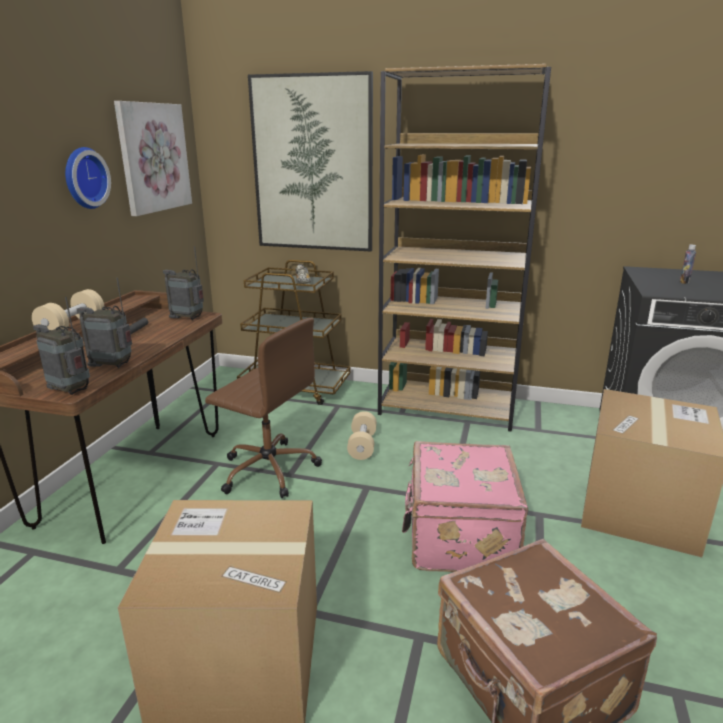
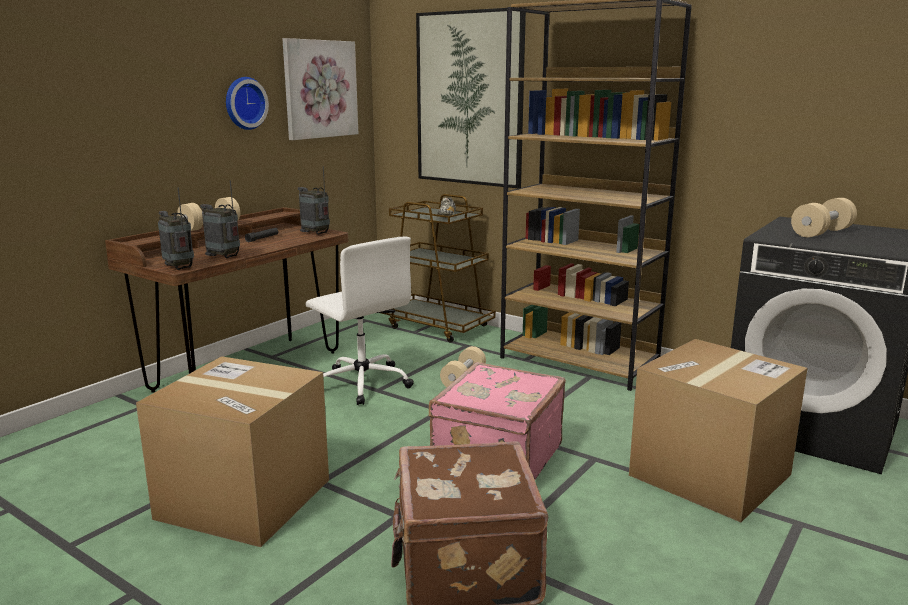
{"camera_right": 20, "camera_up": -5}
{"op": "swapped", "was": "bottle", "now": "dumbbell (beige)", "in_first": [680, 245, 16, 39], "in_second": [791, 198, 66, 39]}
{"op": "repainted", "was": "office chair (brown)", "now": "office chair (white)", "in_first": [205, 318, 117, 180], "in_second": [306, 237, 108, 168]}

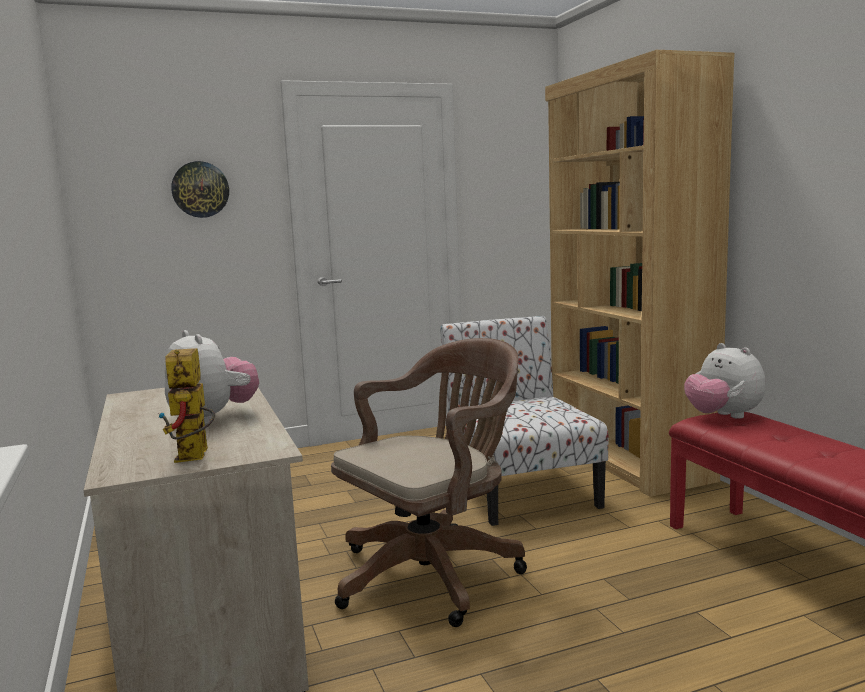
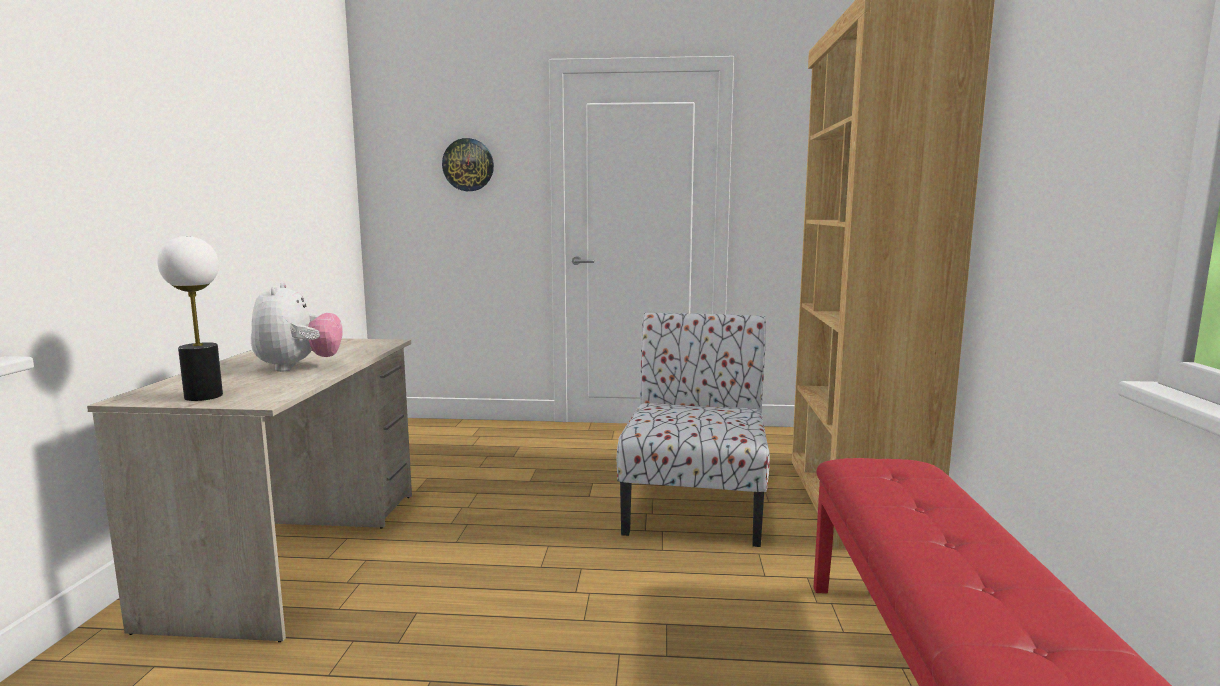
{"camera_right": 25, "camera_up": 0}
{"op": "gone", "was": "office chair (brown)", "in_first": [331, 338, 196, 289]}
{"op": "gone", "was": "plush toy", "in_first": [684, 343, 82, 76]}
{"op": "swapped", "was": "toy robot", "now": "table lamp", "in_first": [158, 348, 57, 115], "in_second": [158, 236, 65, 165]}

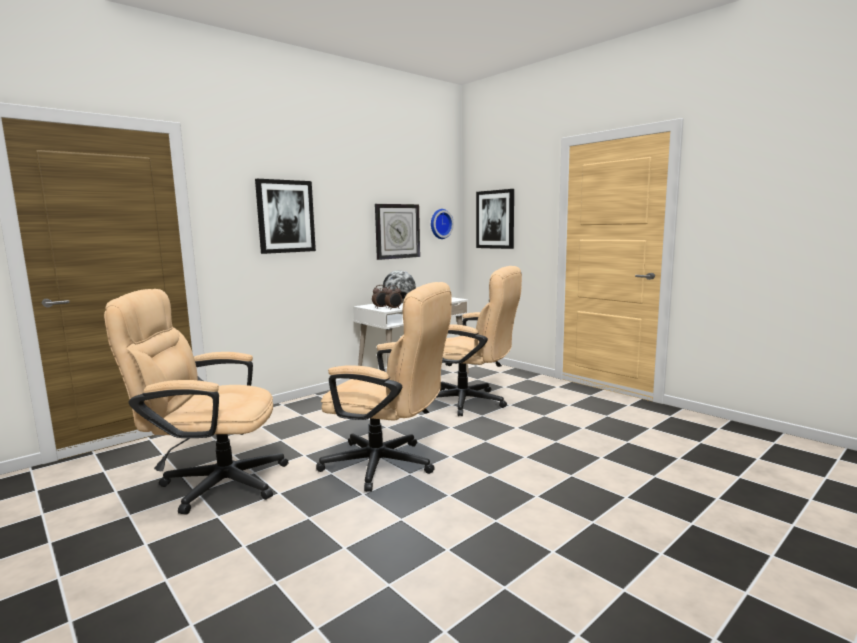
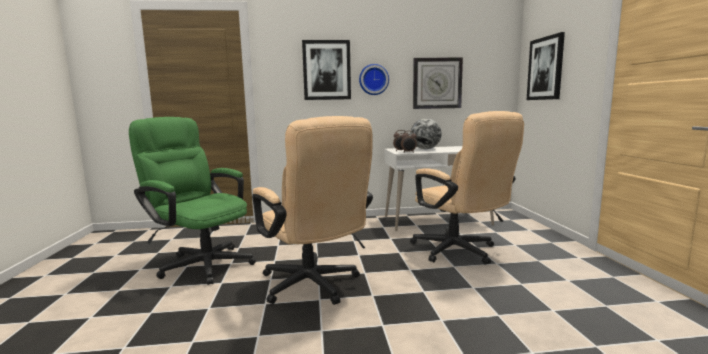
{"camera_right": 35, "camera_up": 0}
{"op": "shifted", "was": "wall clock", "in_first": [431, 209, 23, 30], "in_second": [359, 64, 30, 31]}
{"op": "repainted", "was": "office chair (beige)", "now": "office chair (green)", "in_first": [104, 289, 185, 226], "in_second": [129, 117, 127, 168]}

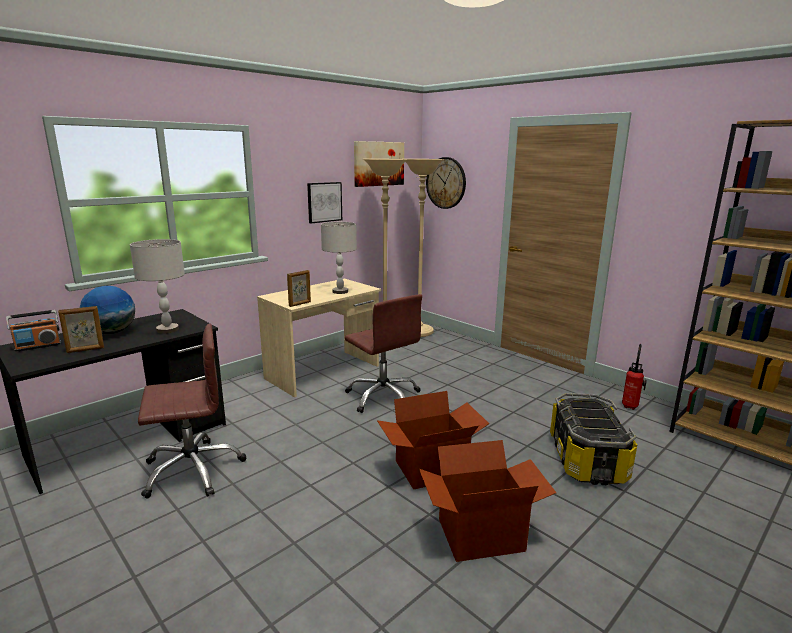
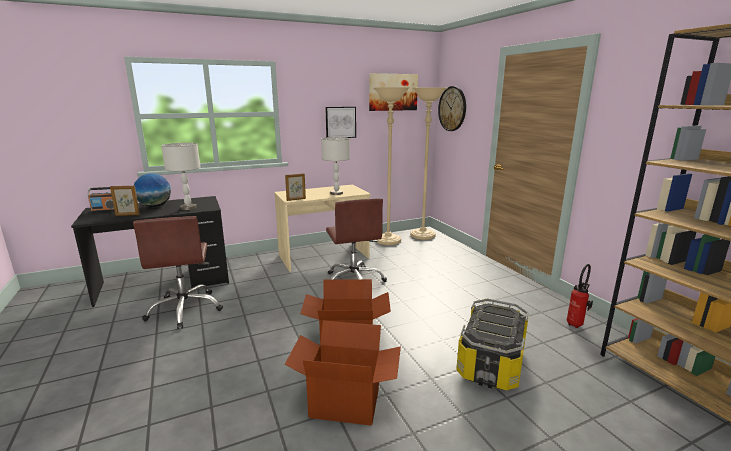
{"camera_right": 20, "camera_up": 0}
{"op": "rotated", "was": "office chair (brown)", "in_first": [138, 324, 108, 175], "in_second": [133, 216, 90, 113], "clockwise": 75}

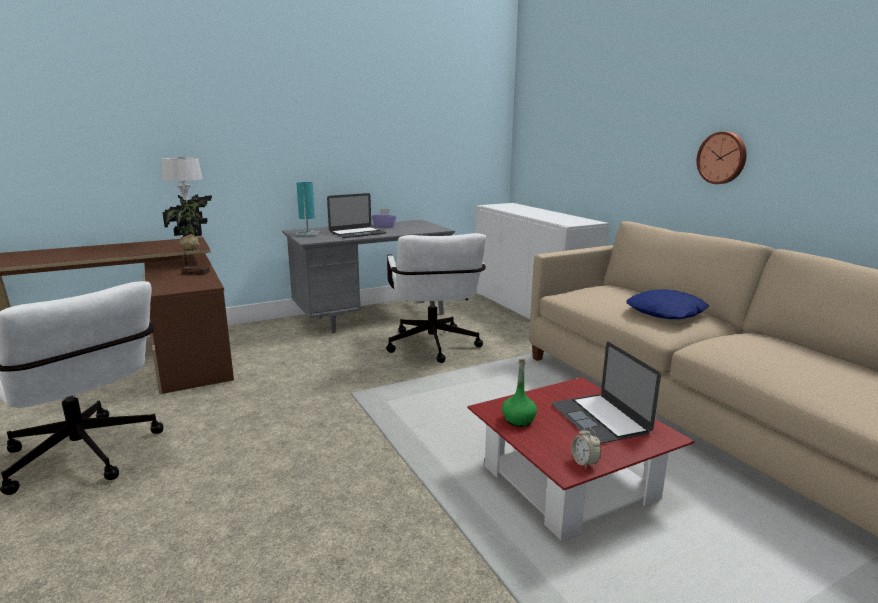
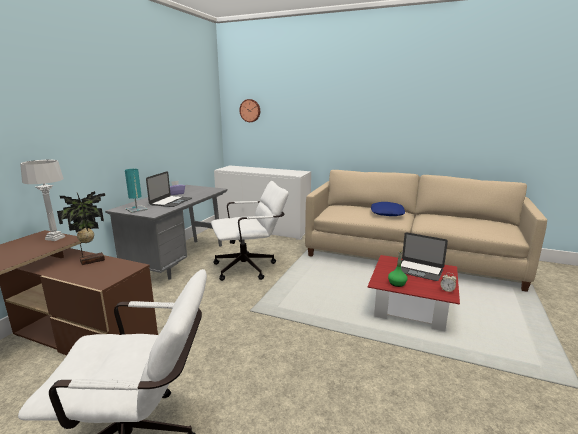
{"camera_right": -40, "camera_up": 0}
{"op": "shifted", "was": "wall clock", "in_first": [697, 132, 50, 52], "in_second": [239, 99, 21, 23]}
{"op": "rotated", "was": "office chair (white)", "in_first": [386, 233, 100, 130], "in_second": [211, 181, 78, 100], "clockwise": -60}

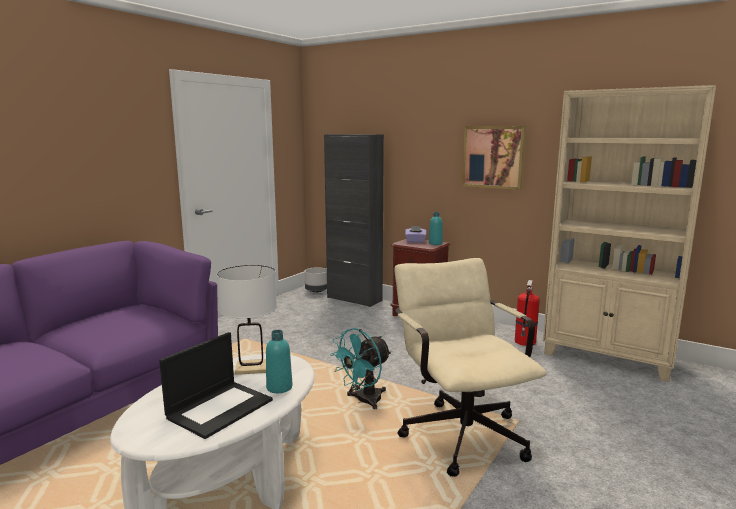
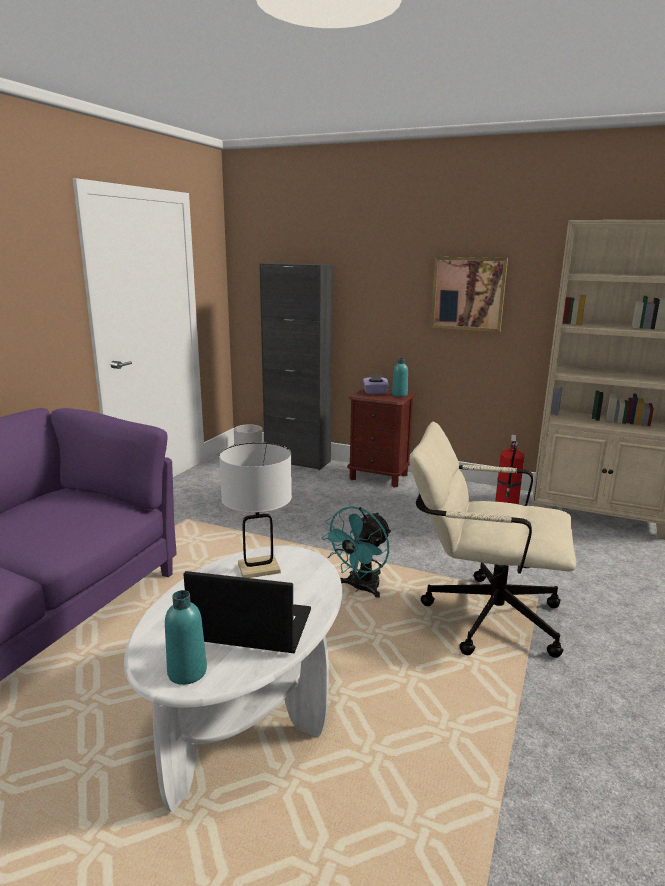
{"camera_right": -10, "camera_up": 5}
{"op": "rotated", "was": "office chair (beige)", "in_first": [394, 258, 153, 219], "in_second": [409, 422, 167, 236], "clockwise": -45}
{"op": "shifted", "was": "bottle (turquoise)", "in_first": [266, 330, 26, 63], "in_second": [165, 590, 42, 95]}
{"op": "rotated", "was": "laptop", "in_first": [159, 332, 114, 107], "in_second": [184, 571, 127, 82], "clockwise": -105}

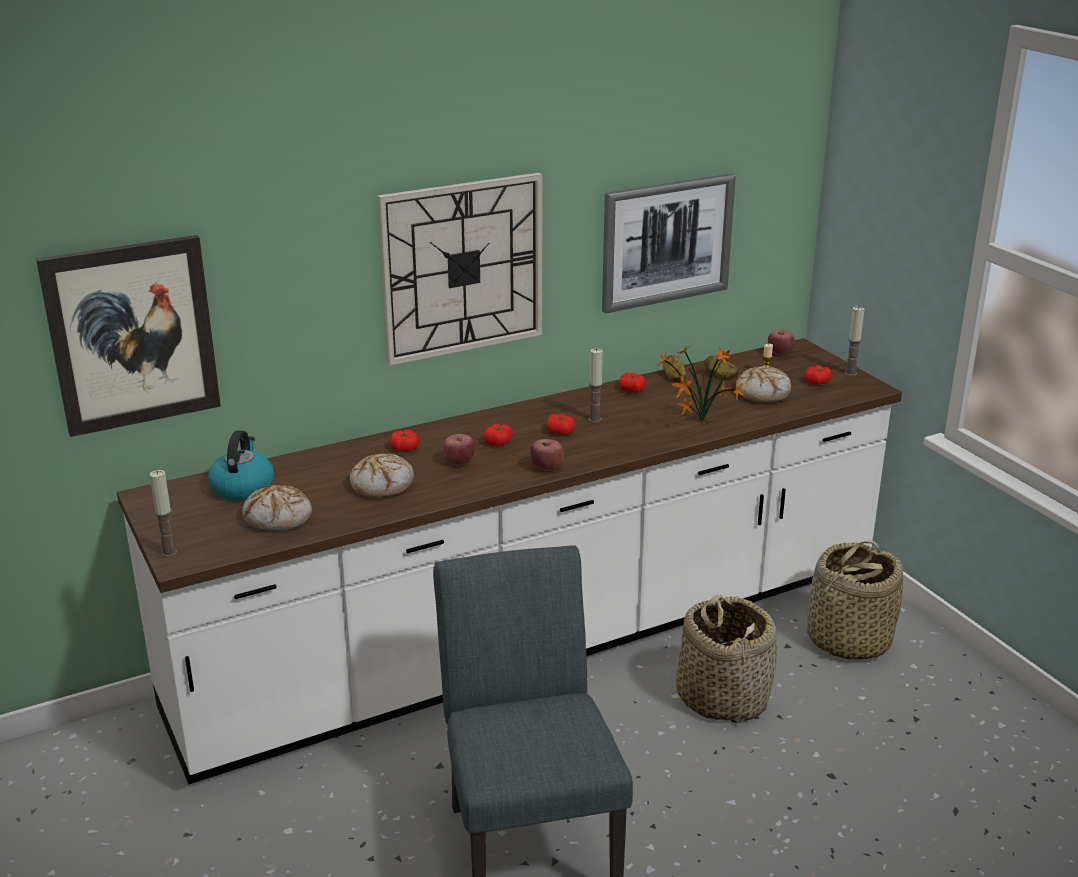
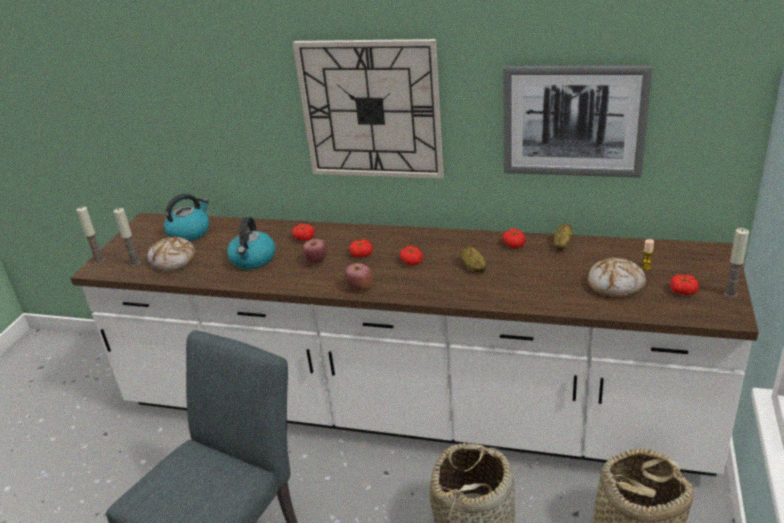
{"camera_right": 45, "camera_up": 5}
{"op": "gone", "was": "picture", "in_first": [36, 235, 185, 202]}
{"op": "gone", "was": "apple", "in_first": [768, 330, 27, 25]}
{"op": "gone", "was": "potted plant", "in_first": [657, 346, 86, 75]}
{"op": "shifted", "was": "candle", "in_first": [588, 348, 15, 75], "in_second": [113, 208, 28, 58]}
{"op": "shifted", "was": "potato", "in_first": [704, 355, 34, 24], "in_second": [461, 246, 26, 27]}
{"op": "swapped", "was": "bread", "now": "kettle", "in_first": [350, 453, 64, 45], "in_second": [227, 217, 49, 52]}

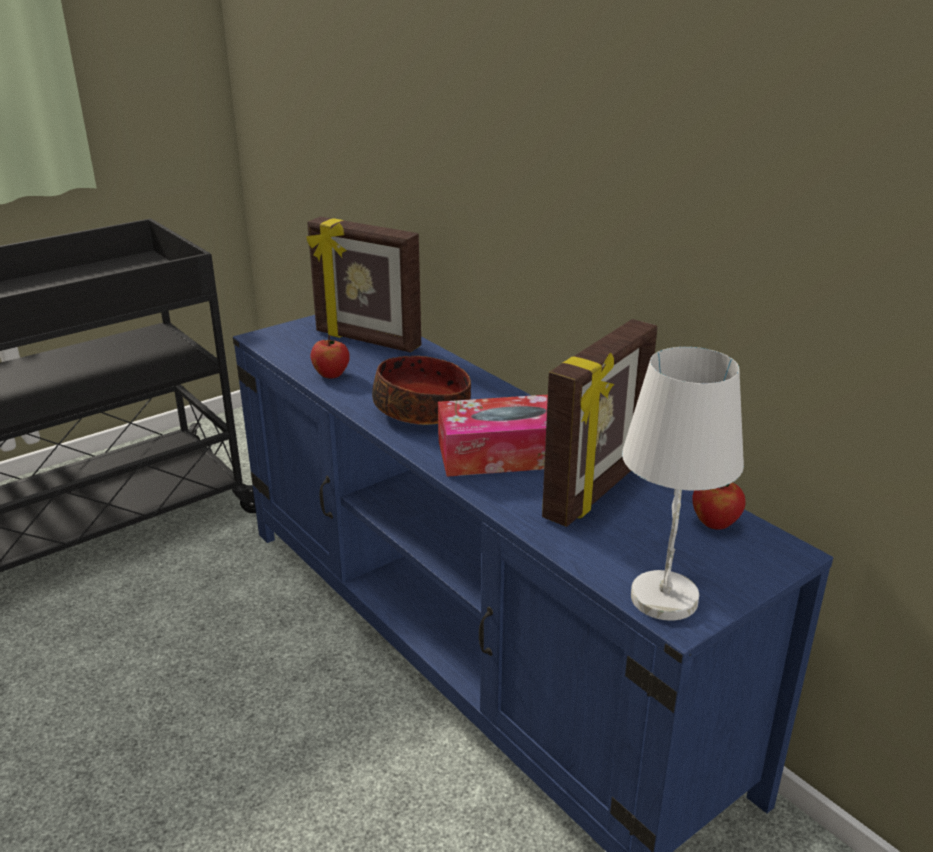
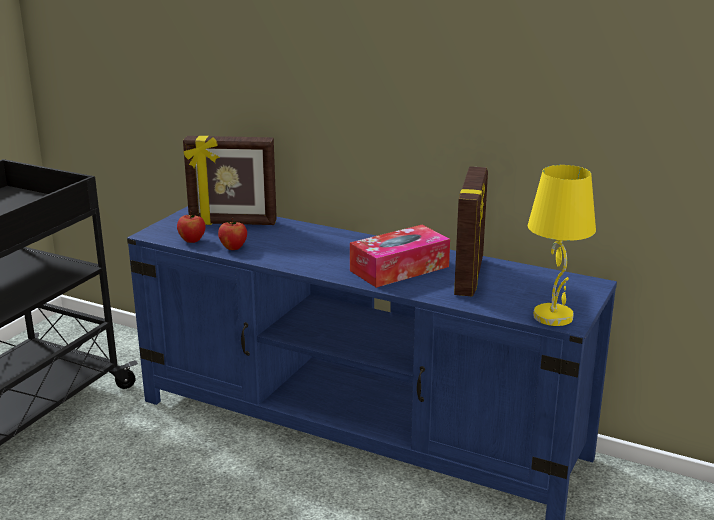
{"camera_right": -25, "camera_up": -5}
{"op": "repainted", "was": "table lamp (white)", "now": "table lamp (yellow)", "in_first": [622, 347, 122, 274], "in_second": [528, 165, 68, 161]}
{"op": "gone", "was": "bowl", "in_first": [372, 356, 99, 69]}
{"op": "shifted", "was": "apple", "in_first": [692, 482, 54, 48], "in_second": [177, 211, 29, 32]}

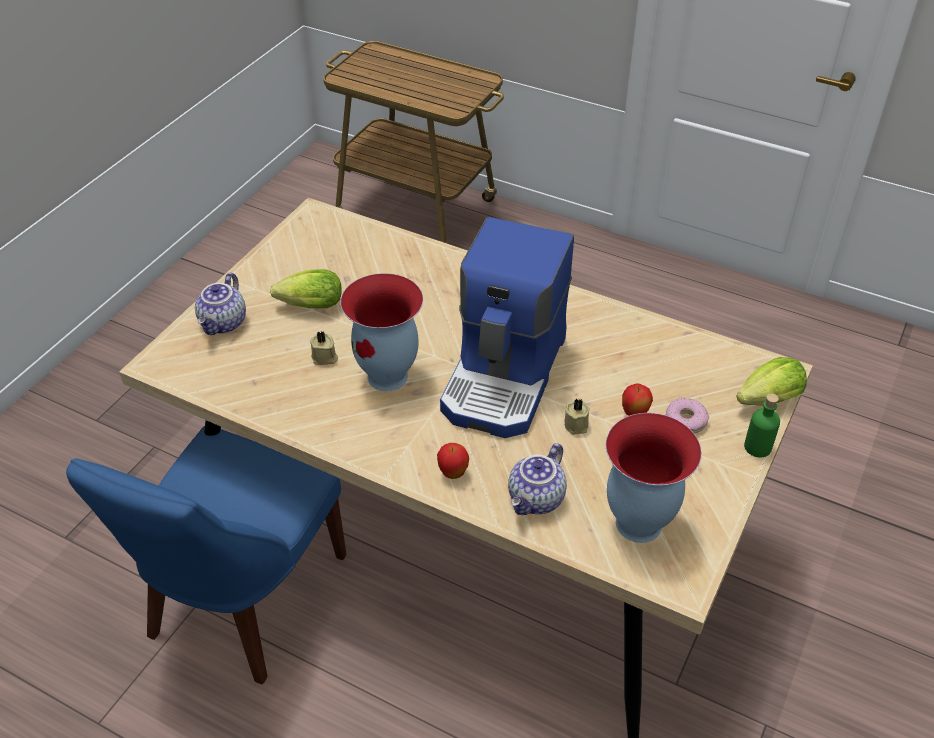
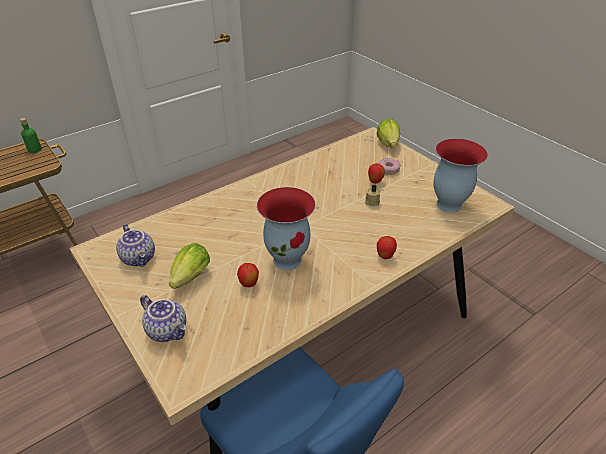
{"camera_right": -65, "camera_up": -5}
{"op": "gone", "was": "coffee machine", "in_first": [440, 217, 134, 221]}
{"op": "swapped", "was": "candle (beige)", "now": "apple", "in_first": [310, 331, 28, 34], "in_second": [237, 263, 22, 24]}
{"op": "shifted", "was": "bottle (green)", "in_first": [744, 393, 36, 65], "in_second": [20, 118, 22, 35]}
{"op": "shifted", "was": "teapot", "in_first": [508, 443, 59, 72], "in_second": [116, 224, 39, 43]}

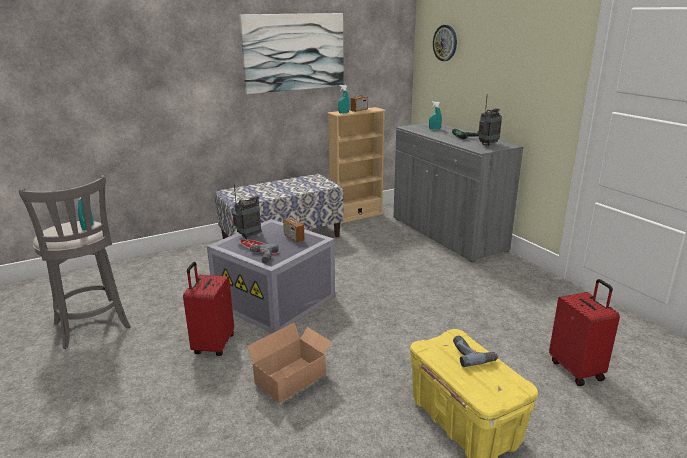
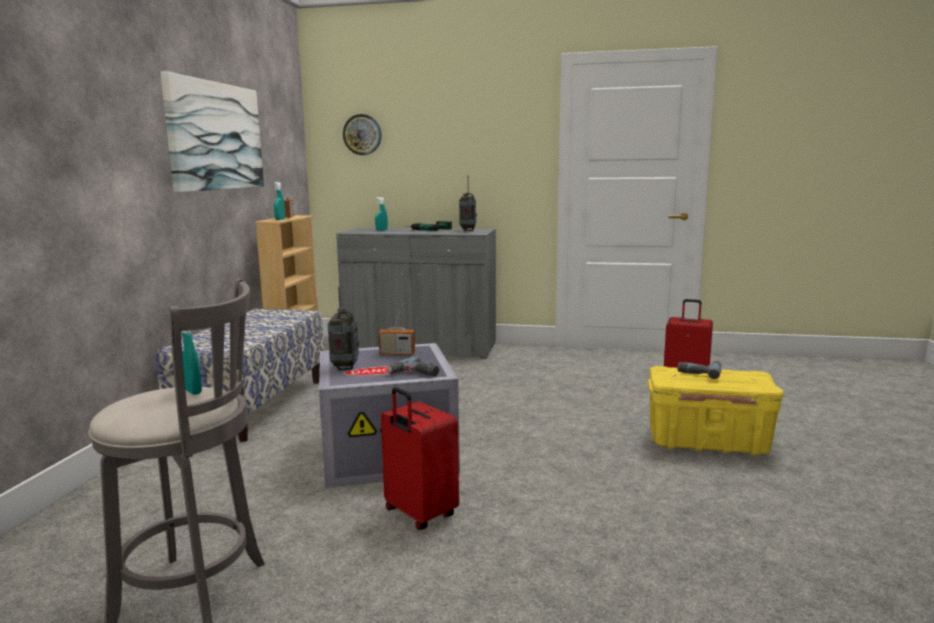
{"camera_right": -50, "camera_up": -10}
{"op": "gone", "was": "cardboard box", "in_first": [246, 322, 86, 81]}

